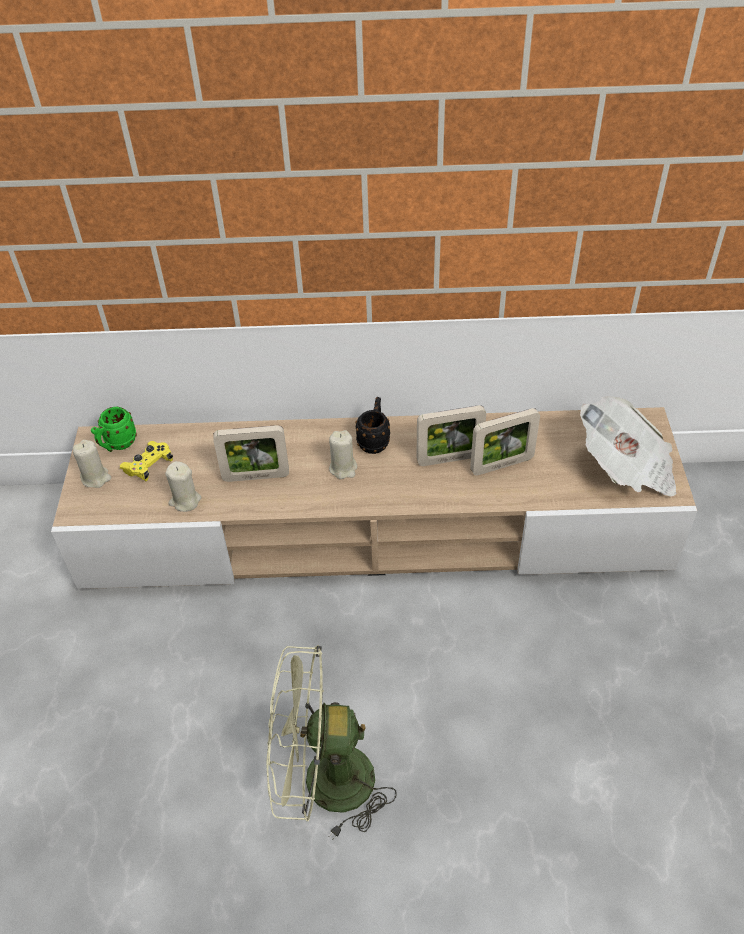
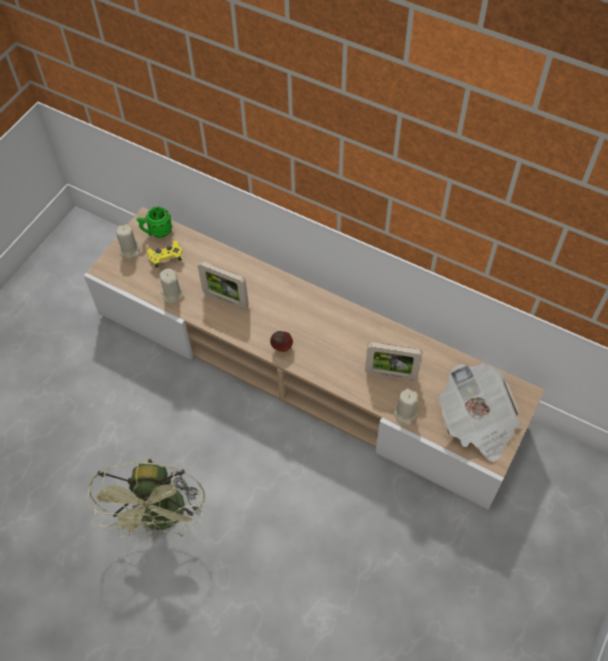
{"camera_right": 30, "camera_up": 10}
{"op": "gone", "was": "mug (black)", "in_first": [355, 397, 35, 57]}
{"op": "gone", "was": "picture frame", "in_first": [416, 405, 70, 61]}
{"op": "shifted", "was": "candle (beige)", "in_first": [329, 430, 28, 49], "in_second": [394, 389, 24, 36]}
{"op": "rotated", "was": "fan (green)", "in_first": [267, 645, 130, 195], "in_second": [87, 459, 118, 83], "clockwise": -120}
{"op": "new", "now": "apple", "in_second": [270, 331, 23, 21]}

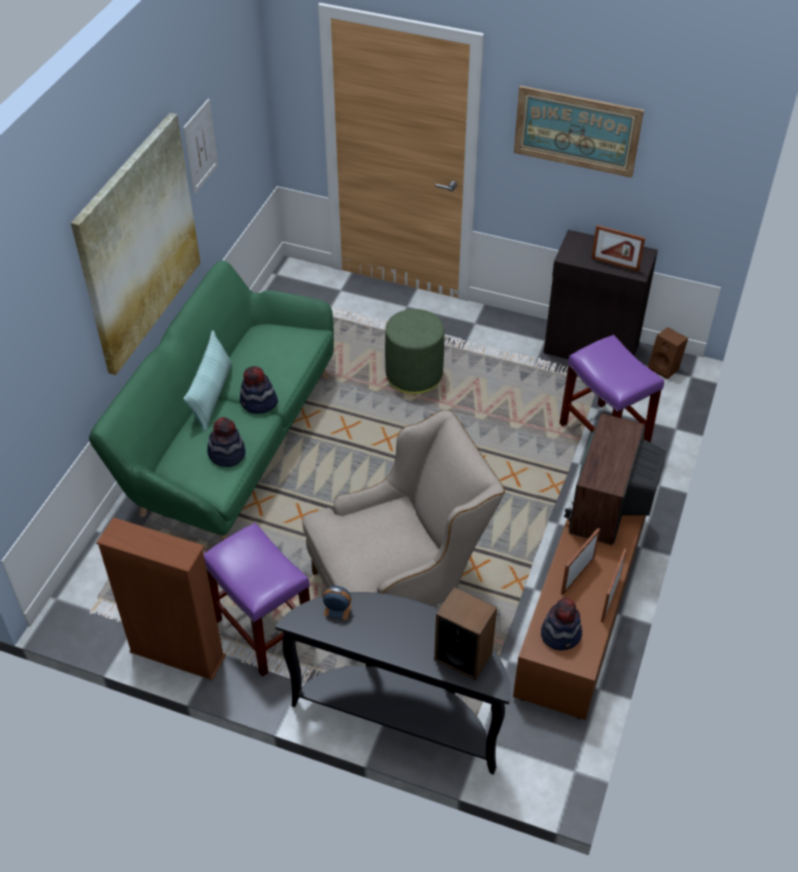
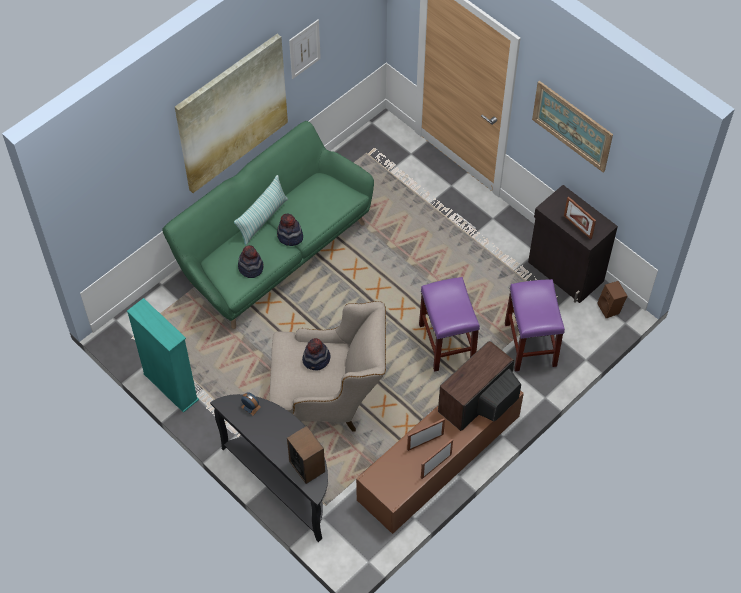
{"camera_right": 25, "camera_up": 10}
{"op": "gone", "was": "ottoman (green)", "in_first": [385, 309, 59, 85]}
{"op": "repainted", "was": "bookcase (brown)", "now": "bookcase (turquoise)", "in_first": [96, 517, 130, 163], "in_second": [127, 298, 72, 115]}
{"op": "shifted", "was": "stool (purple)", "in_first": [204, 523, 106, 154], "in_second": [419, 277, 61, 95]}
{"op": "shifted", "was": "hat", "in_first": [541, 598, 41, 52], "in_second": [302, 338, 29, 32]}

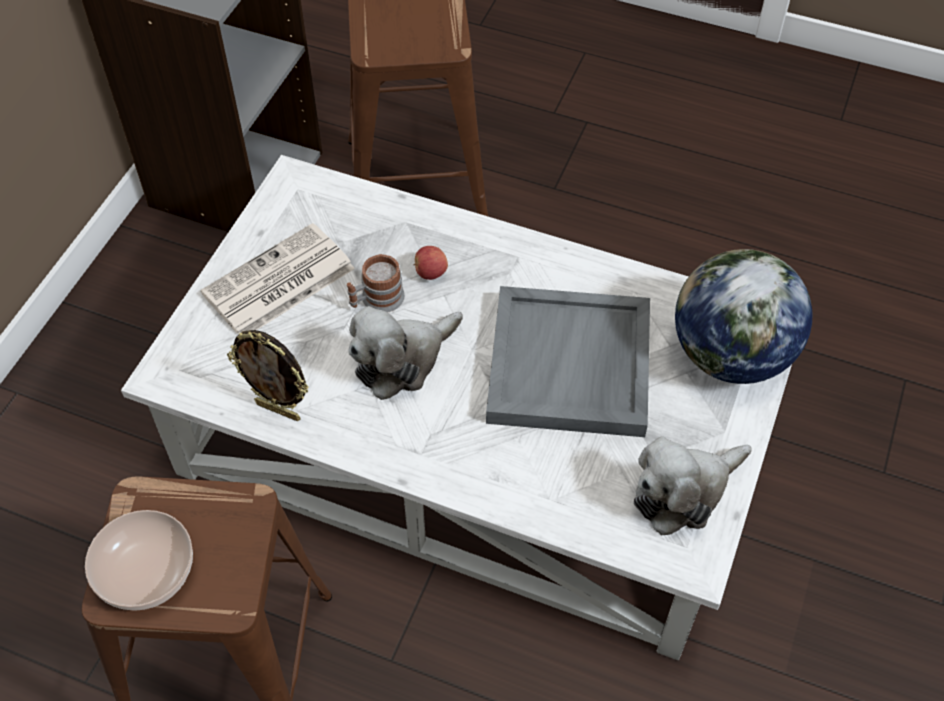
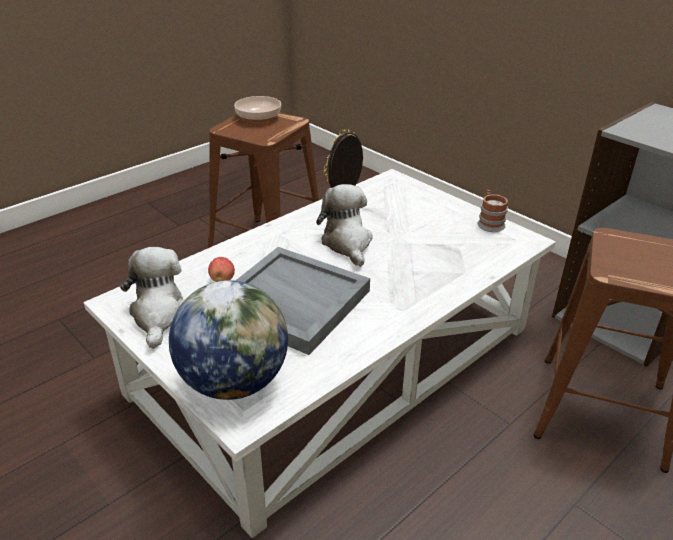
{"camera_right": 115, "camera_up": -20}
{"op": "gone", "was": "newspaper", "in_first": [200, 223, 155, 112]}
{"op": "shifted", "was": "apple", "in_first": [413, 246, 35, 34], "in_second": [208, 257, 27, 25]}
{"op": "shifted", "was": "mug", "in_first": [347, 254, 58, 58], "in_second": [478, 190, 30, 42]}

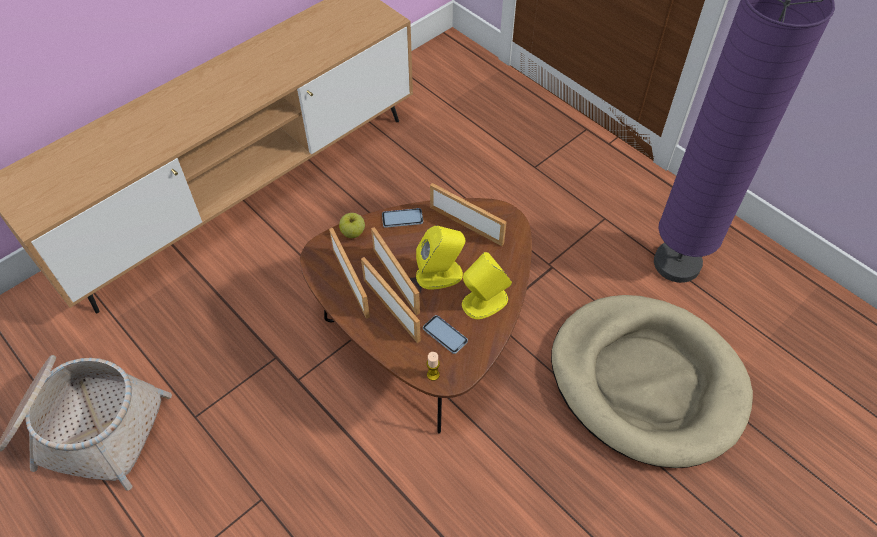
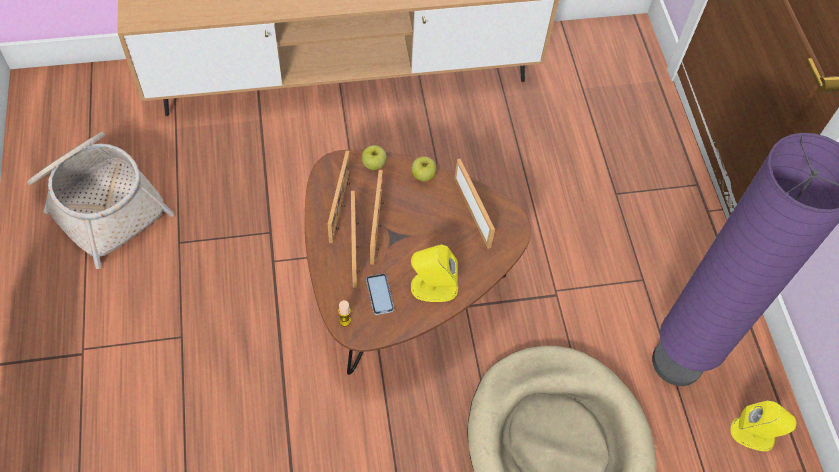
{"camera_right": 30, "camera_up": 5}
{"op": "swapped", "was": "phone", "now": "apple", "in_first": [382, 208, 41, 20], "in_second": [411, 156, 25, 26]}
{"op": "shifted", "was": "speaker (yellow)", "in_first": [416, 225, 49, 64], "in_second": [731, 400, 65, 51]}

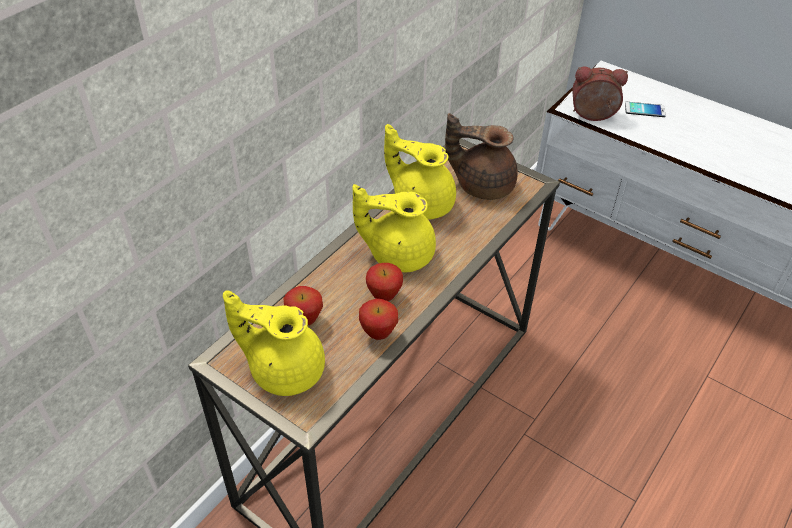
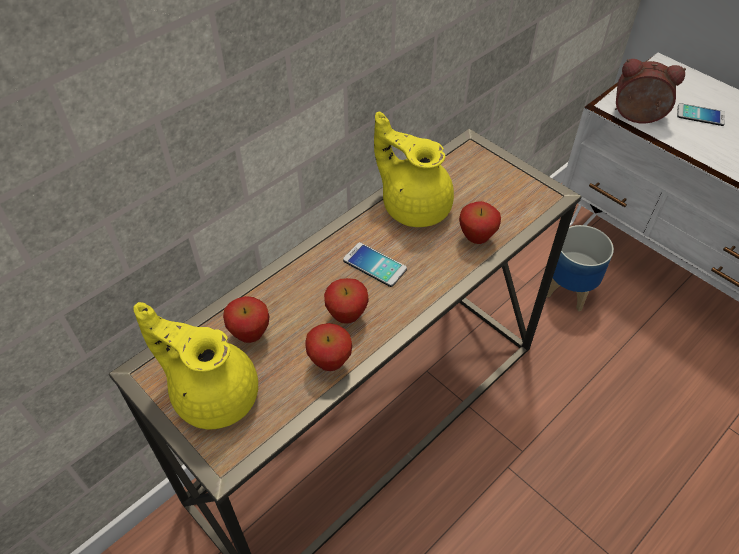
{"camera_right": 10, "camera_up": 5}
{"op": "gone", "was": "teapot (brown)", "in_first": [445, 113, 73, 87]}
{"op": "swapped", "was": "teapot (yellow)", "now": "phone", "in_first": [352, 184, 84, 88], "in_second": [343, 242, 64, 45]}
{"op": "new", "now": "apple", "in_second": [459, 201, 42, 43]}
{"op": "new", "now": "planter", "in_second": [546, 225, 68, 86]}

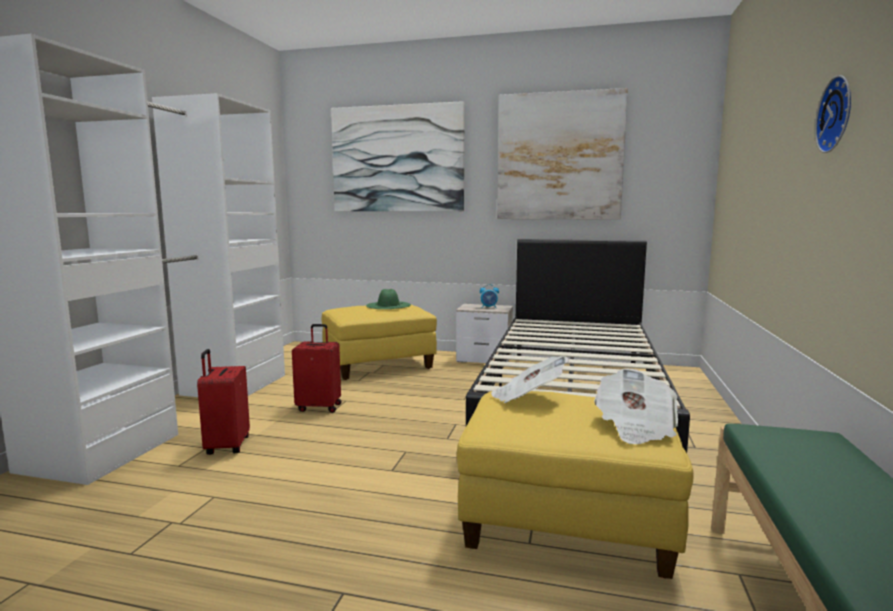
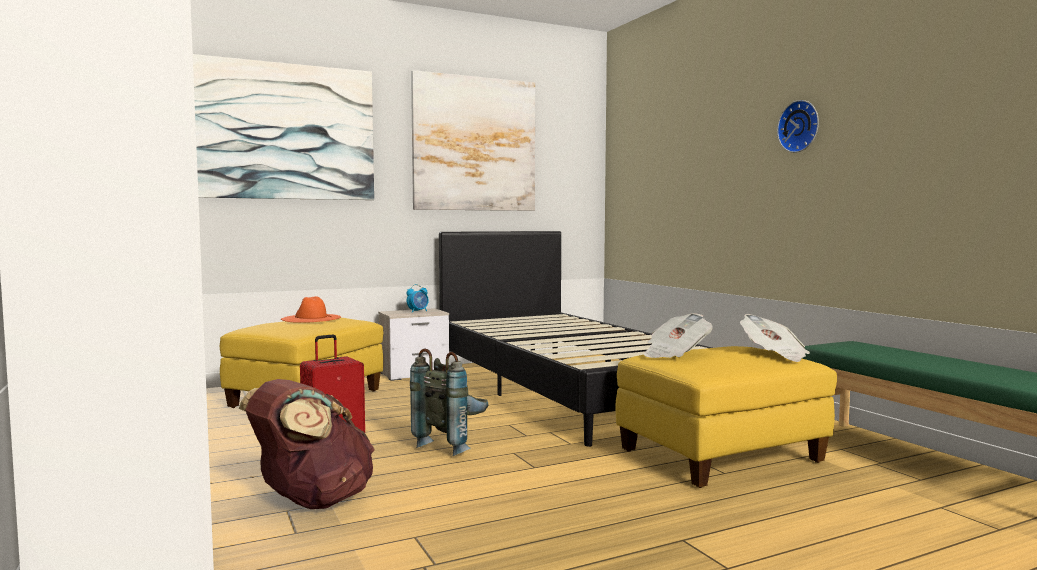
{"camera_right": -40, "camera_up": -5}
{"op": "repainted", "was": "hat (green)", "now": "hat (orange)", "in_first": [366, 289, 45, 20], "in_second": [281, 296, 60, 27]}
{"op": "swapped", "was": "suitcase (red)", "now": "backpack (brown)", "in_first": [197, 349, 53, 106], "in_second": [239, 379, 136, 130]}
{"op": "new", "now": "backpack (grey)", "in_second": [410, 348, 79, 108]}

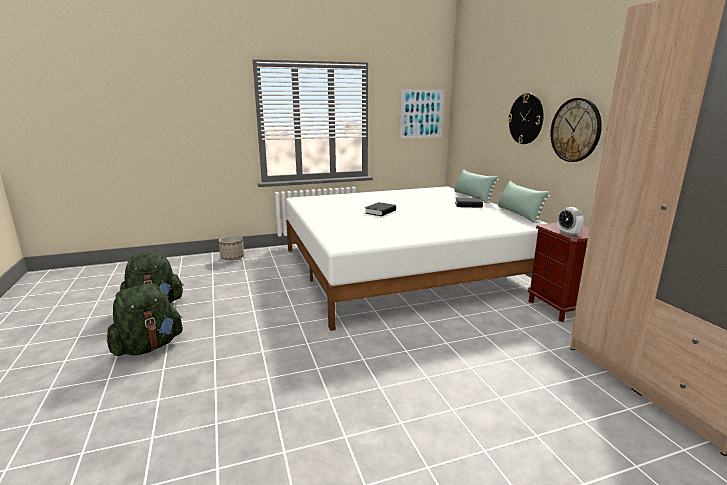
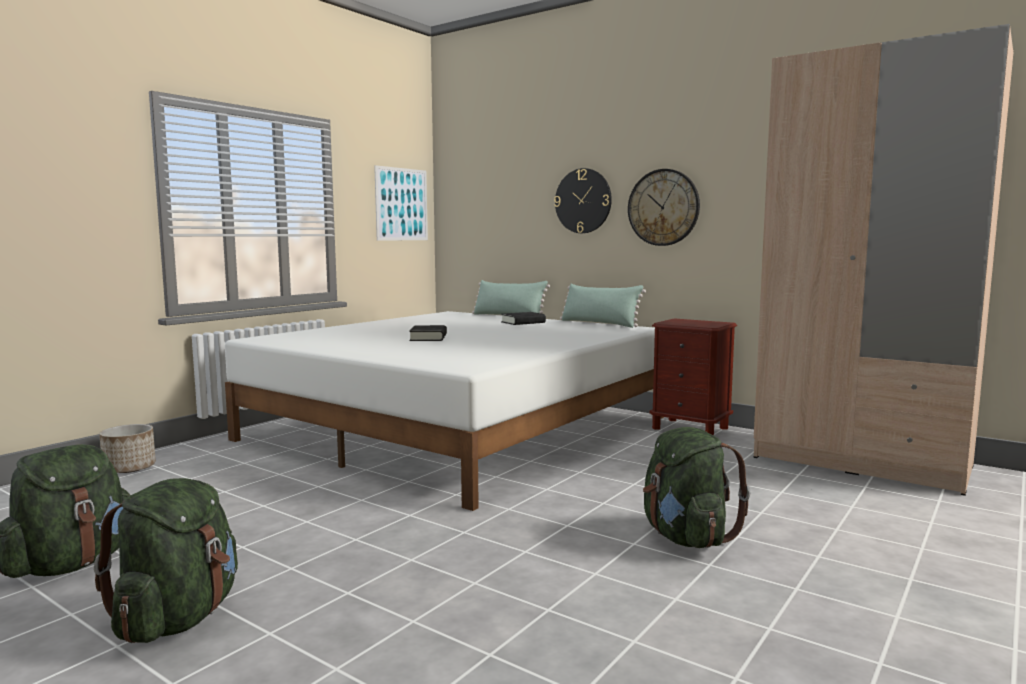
{"camera_right": -35, "camera_up": -10}
{"op": "gone", "was": "alarm clock", "in_first": [557, 207, 26, 29]}
{"op": "new", "now": "backpack (green)", "in_second": [643, 427, 107, 121]}

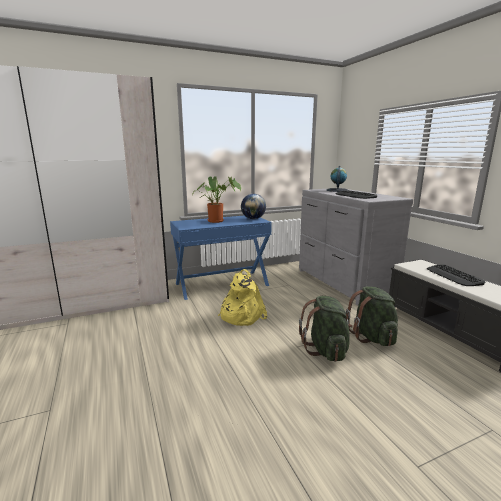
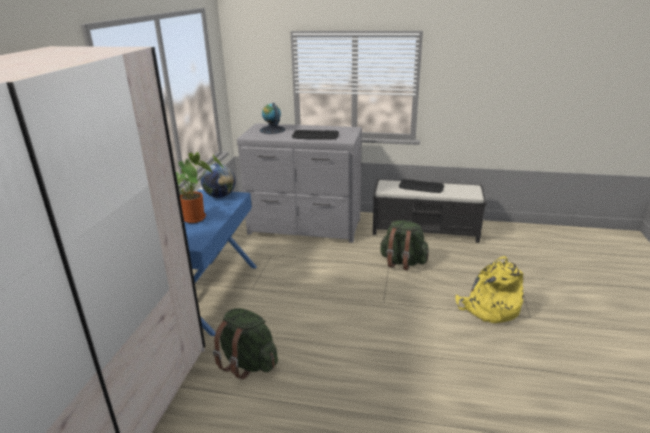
{"camera_right": -55, "camera_up": 10}
{"op": "shifted", "was": "backpack (yellow)", "in_first": [218, 269, 49, 57], "in_second": [455, 256, 69, 67]}
{"op": "shifted", "was": "backpack (green)", "in_first": [299, 296, 54, 66], "in_second": [213, 308, 65, 72]}

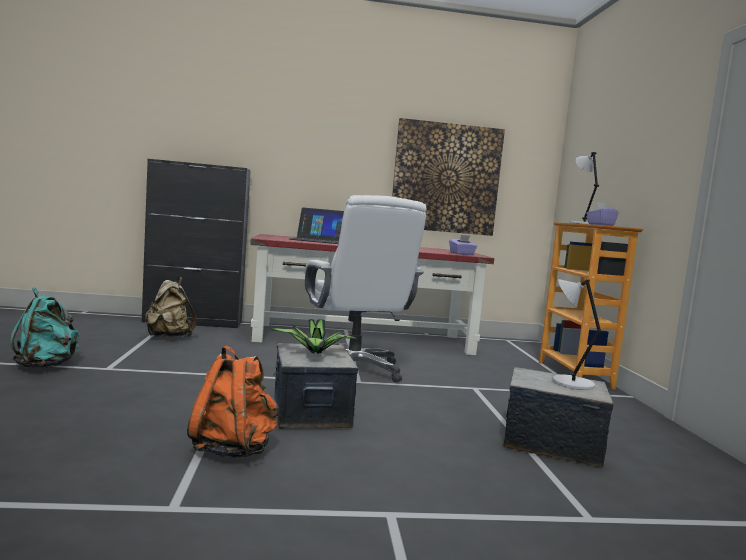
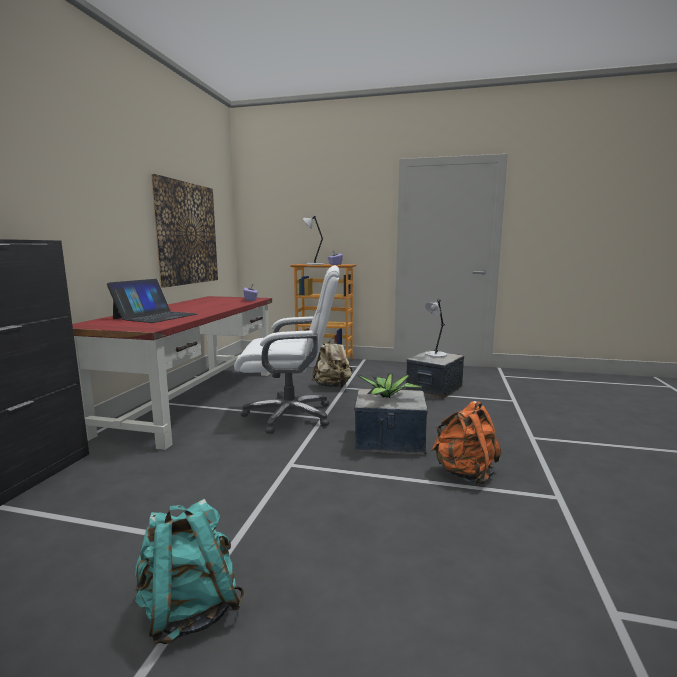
{"camera_right": -70, "camera_up": 5}
{"op": "shifted", "was": "backpack (beige)", "in_first": [145, 277, 51, 60], "in_second": [312, 337, 40, 51]}

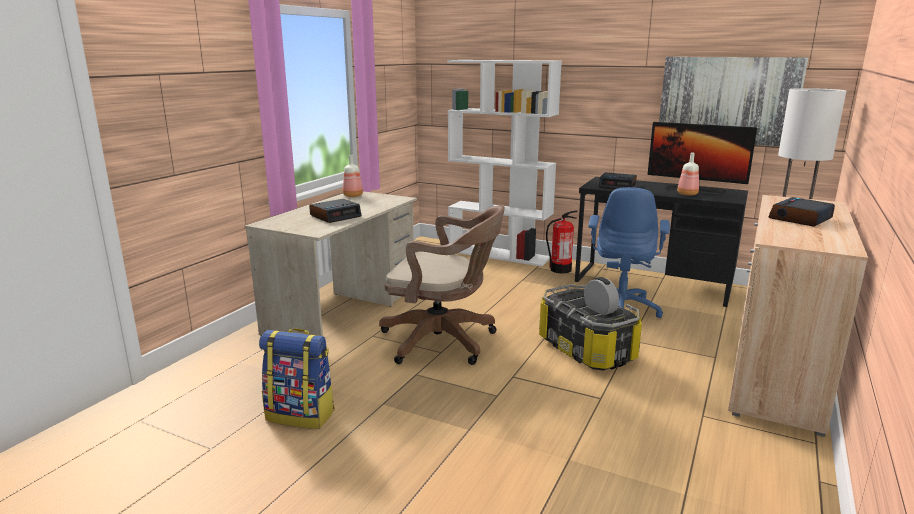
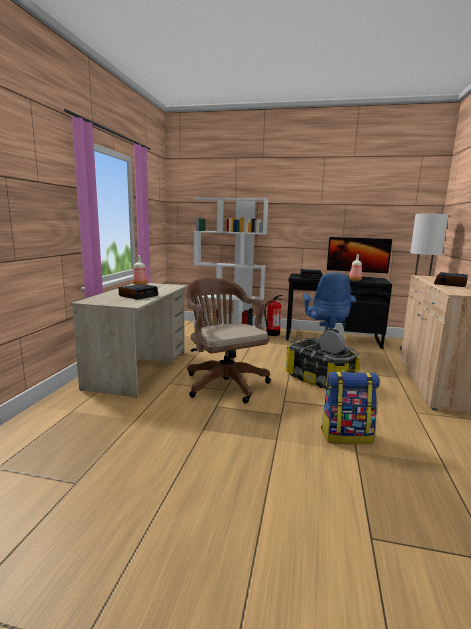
{"camera_right": -15, "camera_up": -5}
{"op": "gone", "was": "picture", "in_first": [659, 57, 149, 89]}
{"op": "rotated", "was": "office chair (brown)", "in_first": [379, 205, 126, 160], "in_second": [186, 278, 85, 126], "clockwise": -120}
{"op": "shifted", "was": "backpack", "in_first": [259, 328, 76, 101], "in_second": [321, 369, 59, 75]}

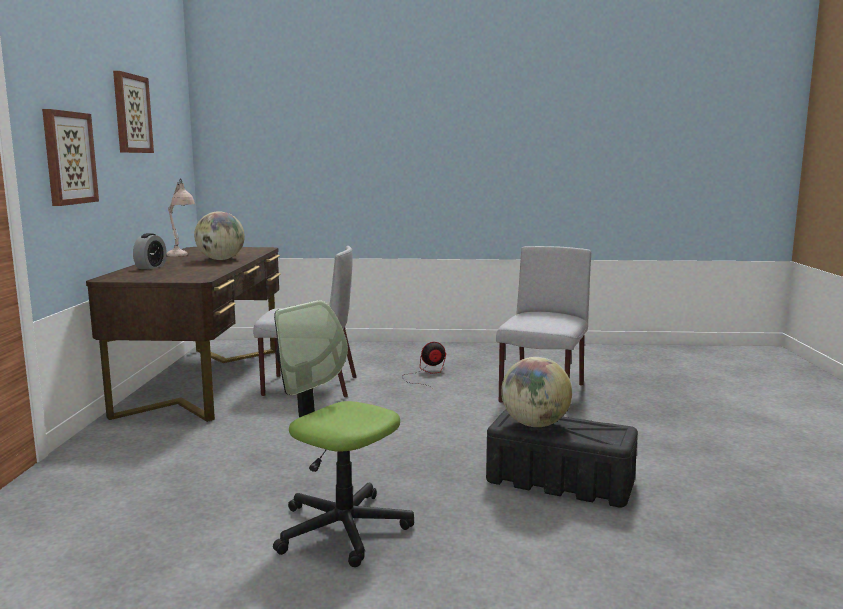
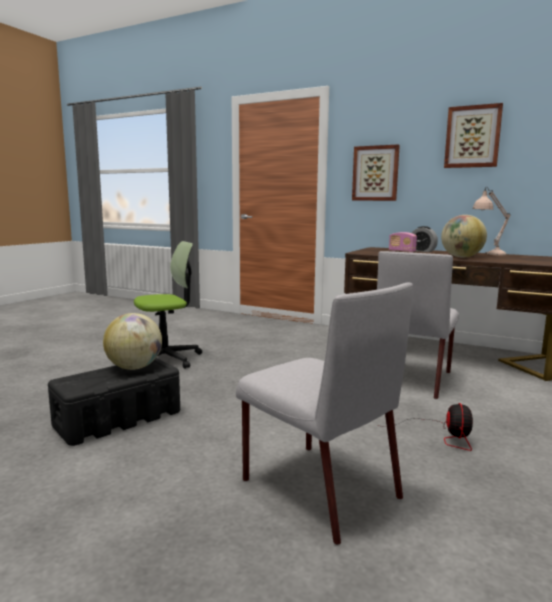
{"camera_right": 115, "camera_up": 0}
{"op": "new", "now": "radio", "in_second": [389, 232, 28, 20]}

